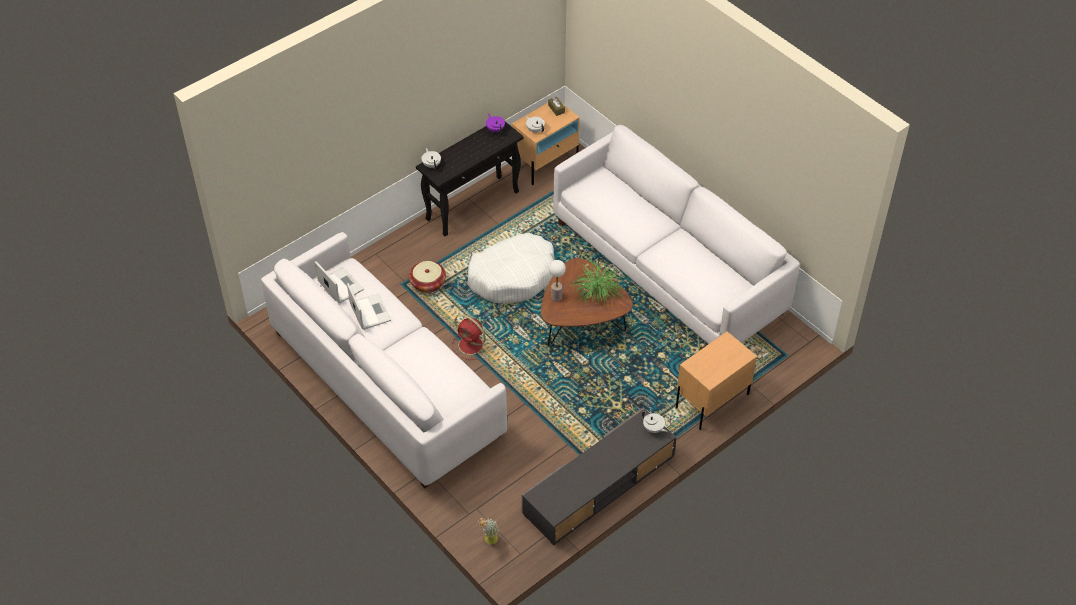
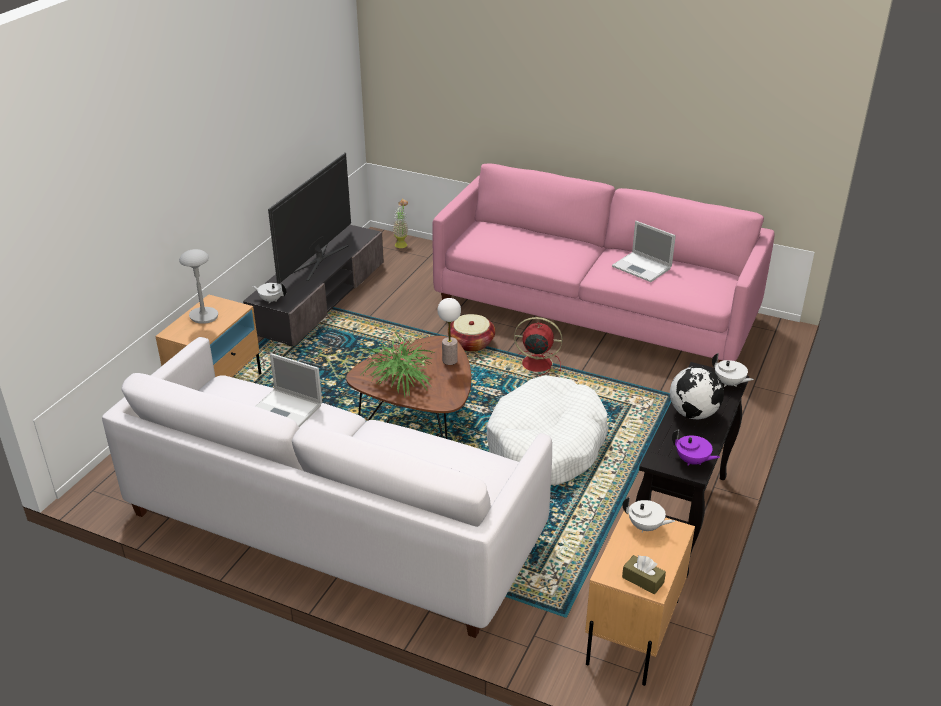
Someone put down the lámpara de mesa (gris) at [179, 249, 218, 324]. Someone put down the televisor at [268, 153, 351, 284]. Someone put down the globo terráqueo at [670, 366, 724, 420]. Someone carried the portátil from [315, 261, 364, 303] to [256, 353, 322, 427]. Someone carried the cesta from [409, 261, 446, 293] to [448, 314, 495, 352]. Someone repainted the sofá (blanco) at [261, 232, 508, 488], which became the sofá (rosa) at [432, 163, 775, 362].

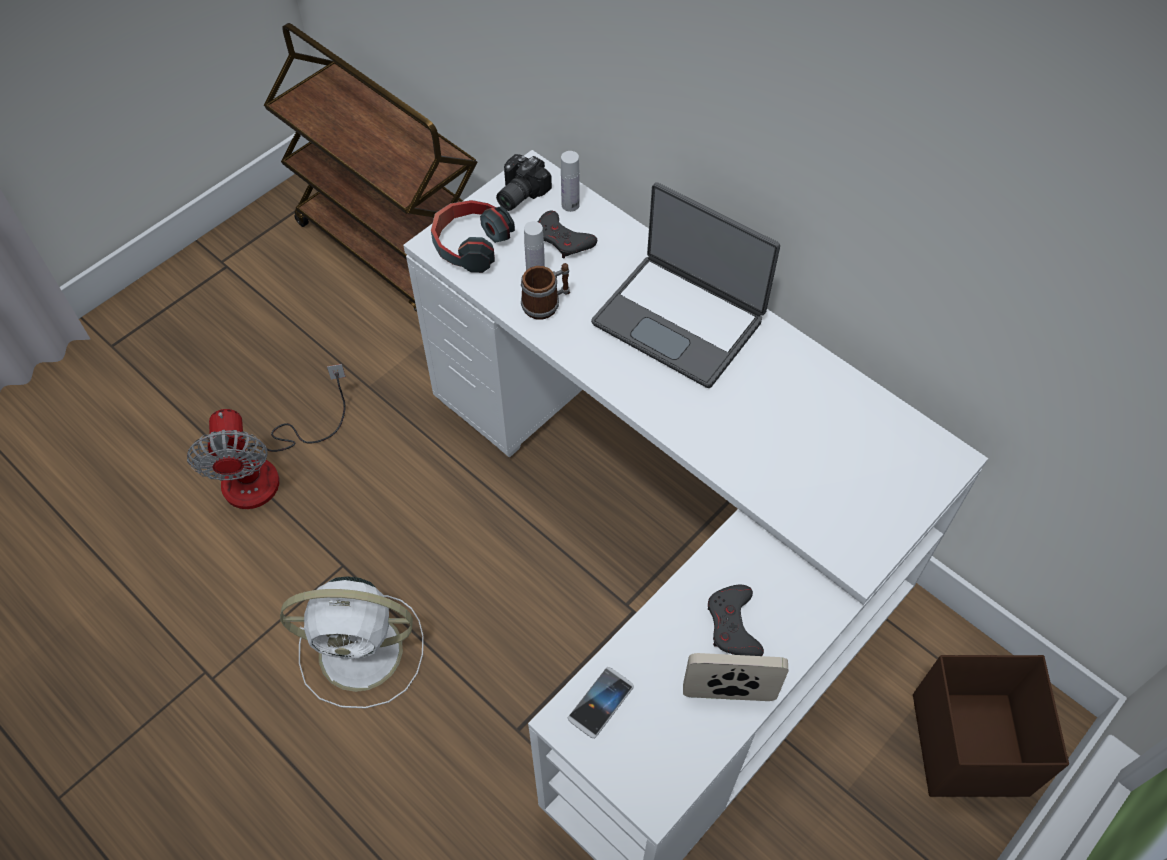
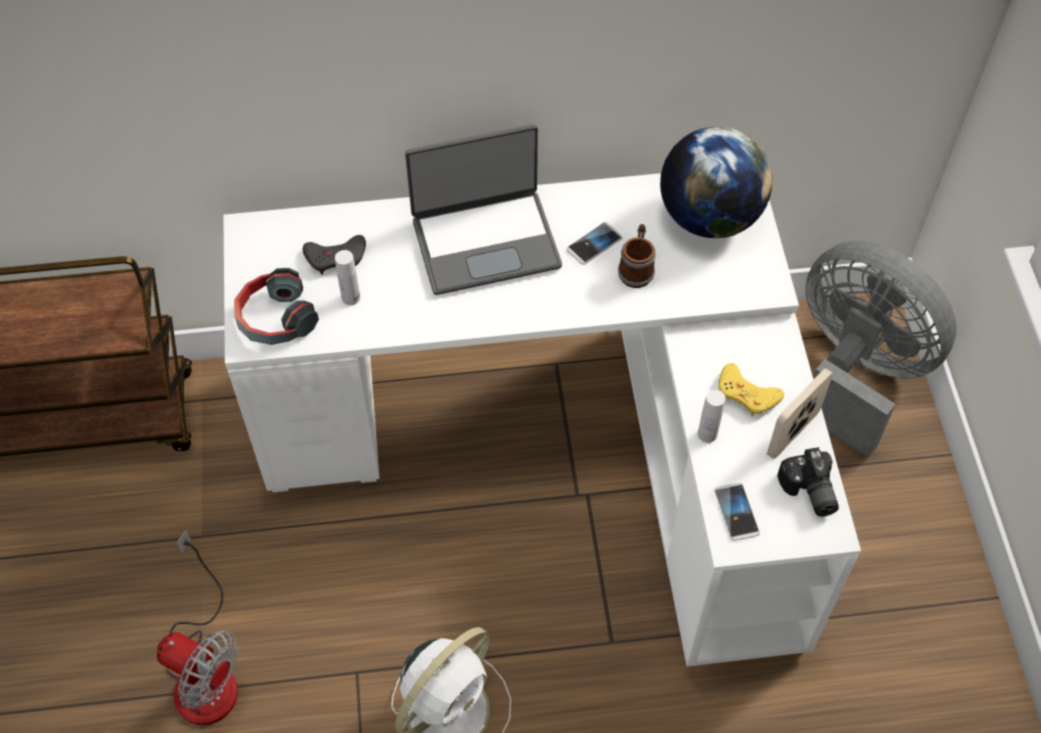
Someone put down the móvil at [567, 222, 623, 265]. Someone put down the globo terráqueo at [660, 126, 772, 238]. Someone carried the cámara from [496, 154, 552, 211] to [777, 447, 839, 517]. Someone carried the taza grande from [521, 263, 570, 320] to [618, 224, 656, 288]. Someone carried the botella (blanco) from [561, 151, 580, 212] to [698, 390, 725, 443]. Someone swapped the caja de almacenaje (marrón) at [913, 655, 1069, 797] for the ventilador (gris) at [805, 241, 957, 458]. Someone repainted the mando de consola (gris) at [708, 585, 764, 656], which became the mando de consola (amarillo) at [718, 363, 784, 417].

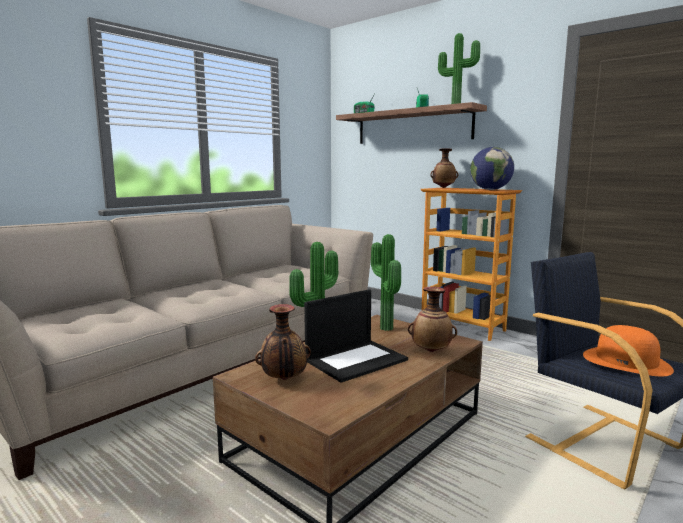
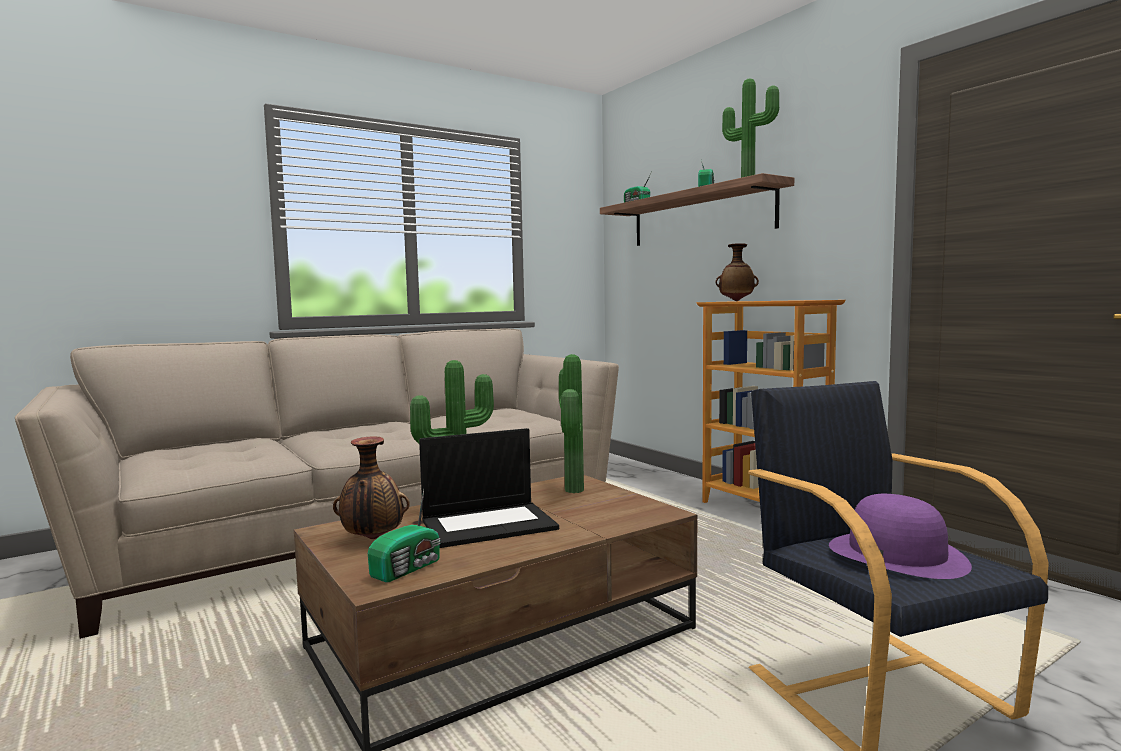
Someone took away the florero at [408, 287, 457, 352]. Someone took away the globo terráqueo at [470, 147, 514, 190]. Someone put down the radio at [368, 489, 440, 582]. Someone repainted the sombrero (naranja) at [583, 325, 674, 376], which became the sombrero (morado) at [829, 494, 972, 579].

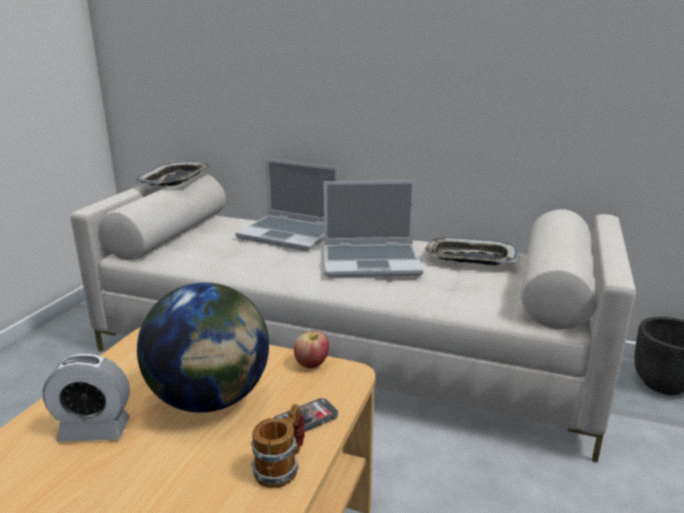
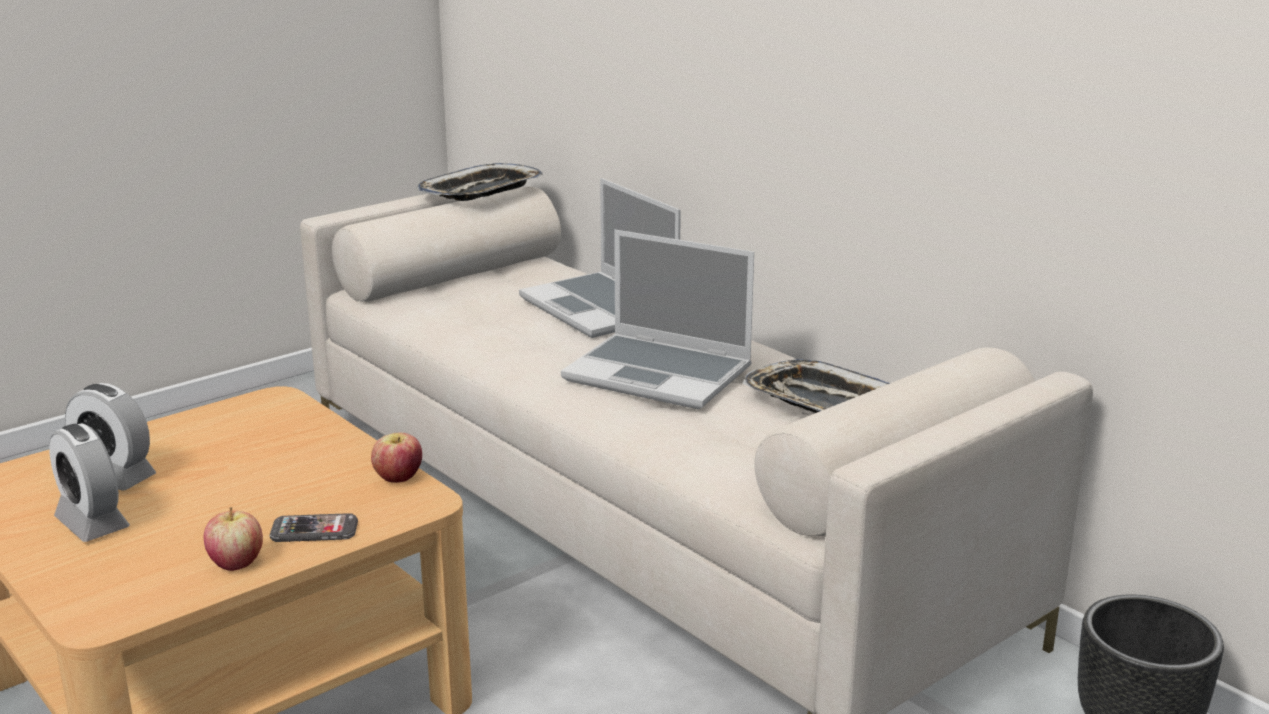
Someone took away the globo terráqueo at [137, 283, 269, 413]. Someone put down the despertador at [49, 423, 130, 542]. Someone swapped the taza grande at [251, 404, 305, 488] for the manzana at [204, 507, 263, 571].

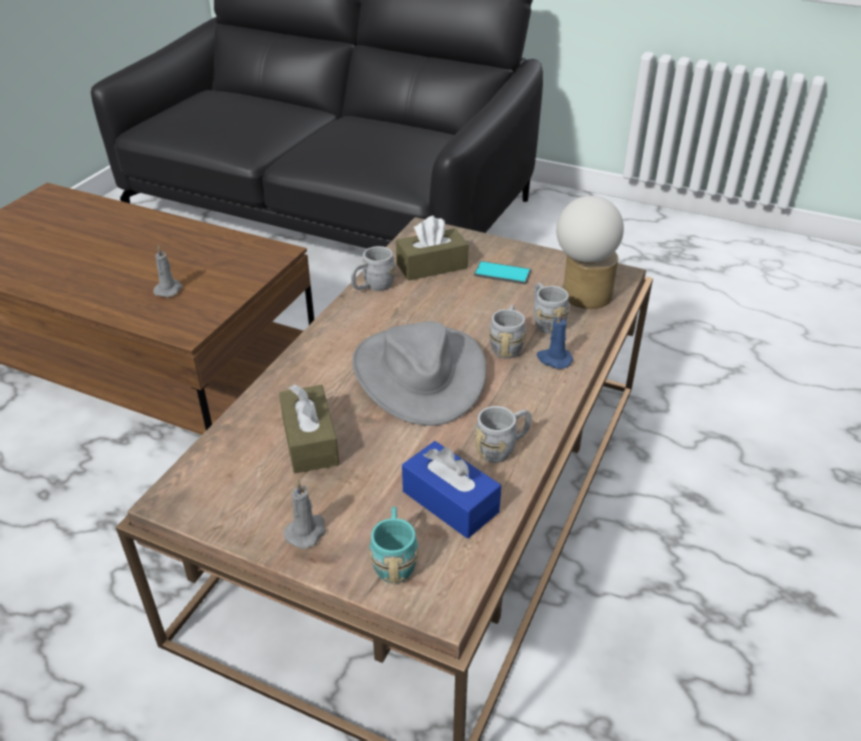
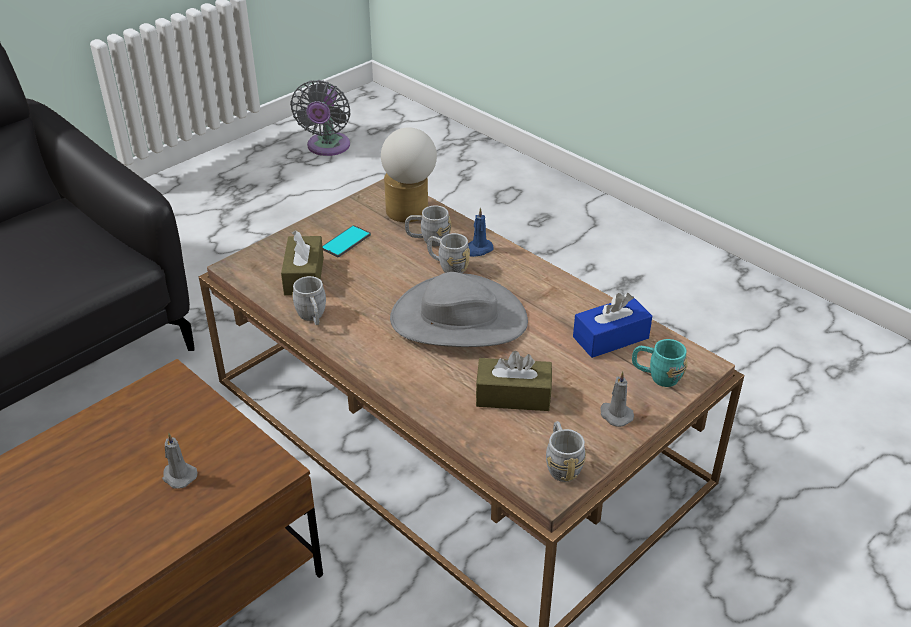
Someone put down the ventilador (gris) at [290, 80, 351, 156]. Someone carried the taza grande (gris) from [474, 406, 532, 463] to [546, 421, 586, 482].

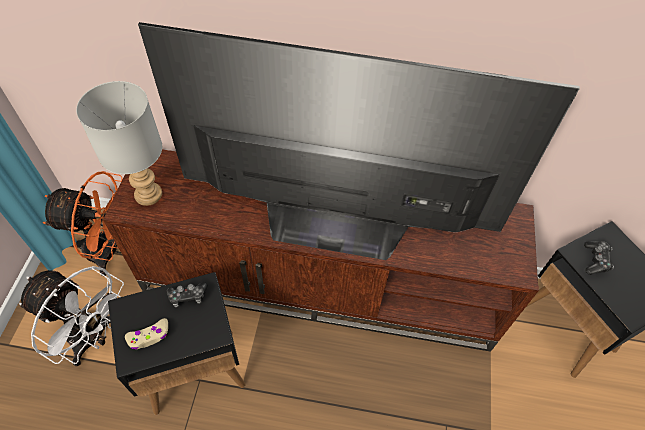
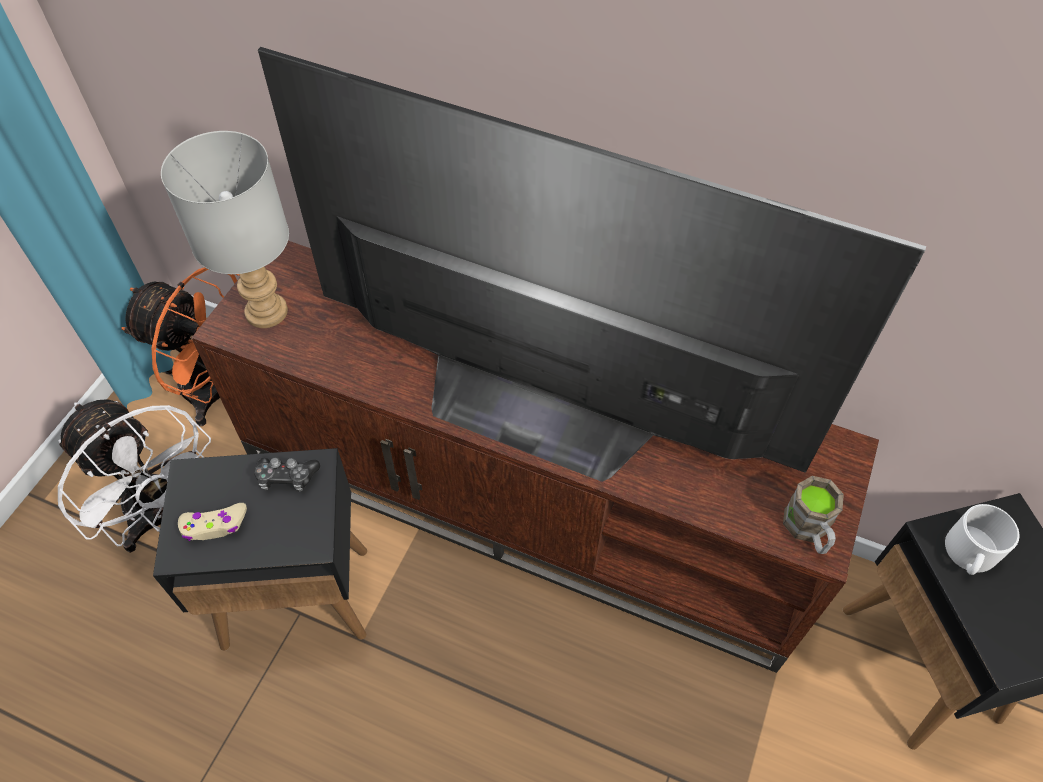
Someone put down the taza grande (marrón) at [783, 476, 844, 554]. Someone swapped the mando de consola at [584, 241, 614, 275] for the taza grande (blanco) at [945, 504, 1019, 575].

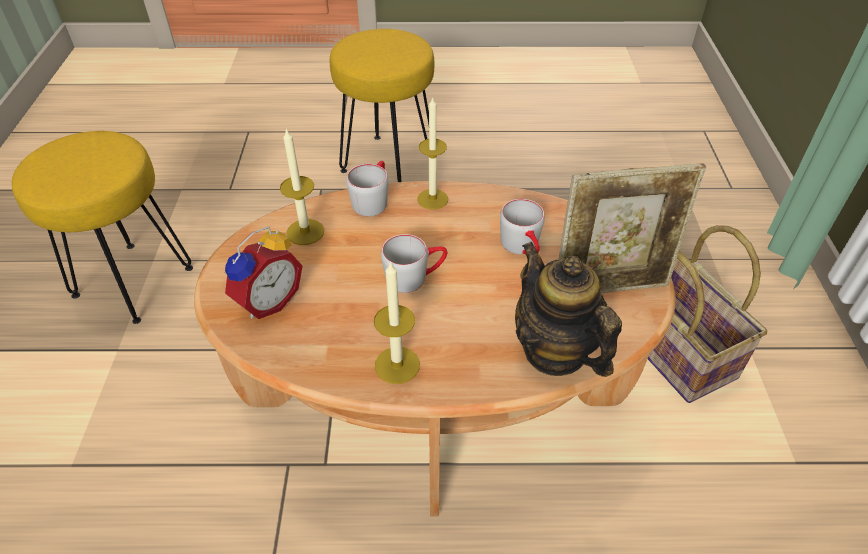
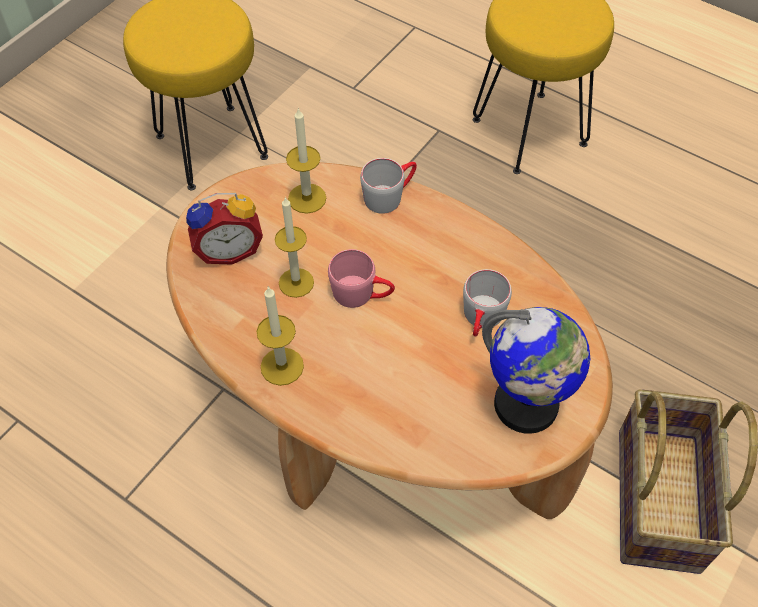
Someone took away the tetera at [515, 242, 622, 377]. Someone carried the vela from [417, 96, 448, 209] to [275, 197, 314, 298]. Someone swapped the portarretratos at [558, 163, 706, 293] for the globo terráqueo at [482, 307, 590, 434]. Someone repainted the taza grande (gris) at [381, 234, 447, 293], which became the taza grande (rosa) at [328, 249, 395, 308].

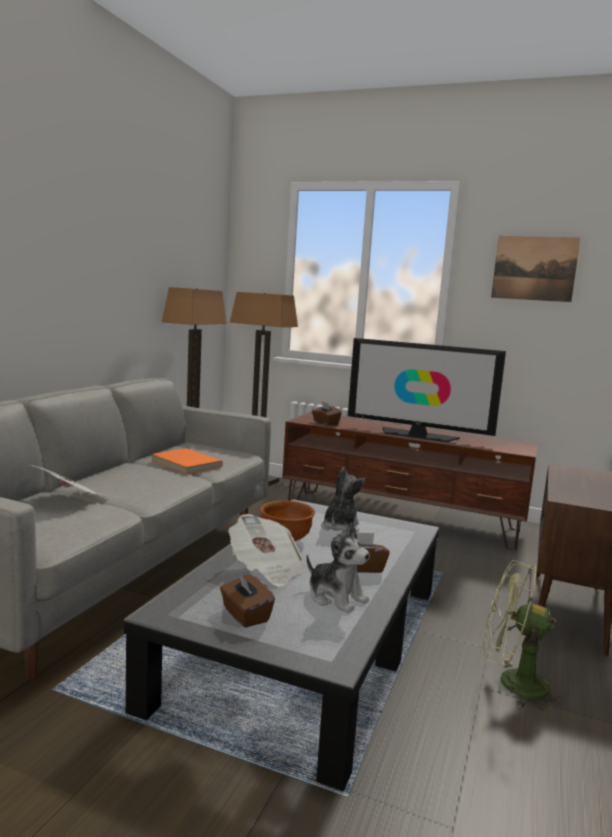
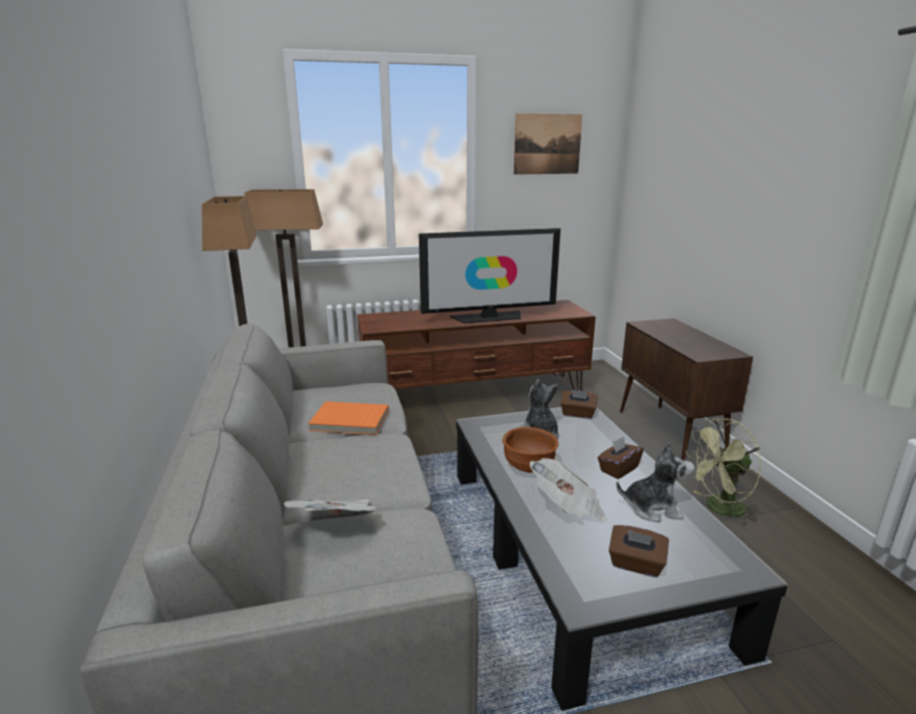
Someone carried the caja de pañuelos (marrón) from [312, 402, 342, 426] to [560, 390, 598, 419].

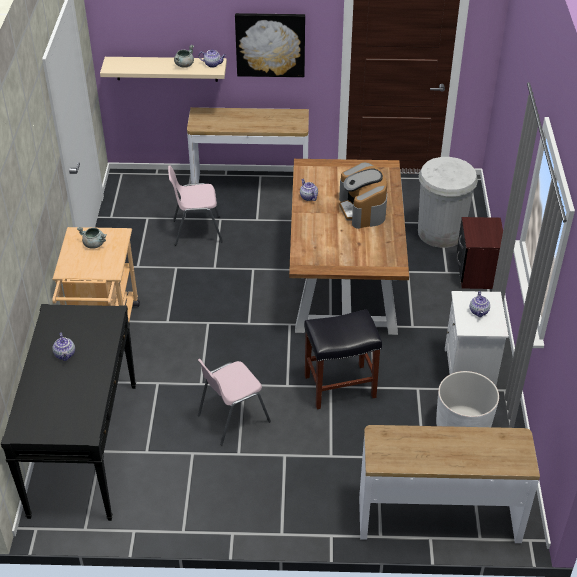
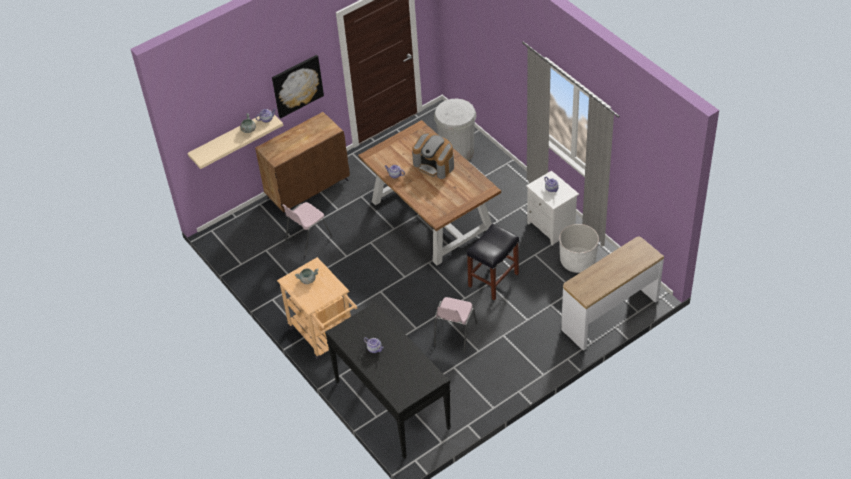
Someone took away the mesita de noche (marrón) at [457, 217, 503, 289]. Someone swapped the mesa consola at [187, 107, 309, 184] for the armario (marrón) at [255, 112, 350, 216].

